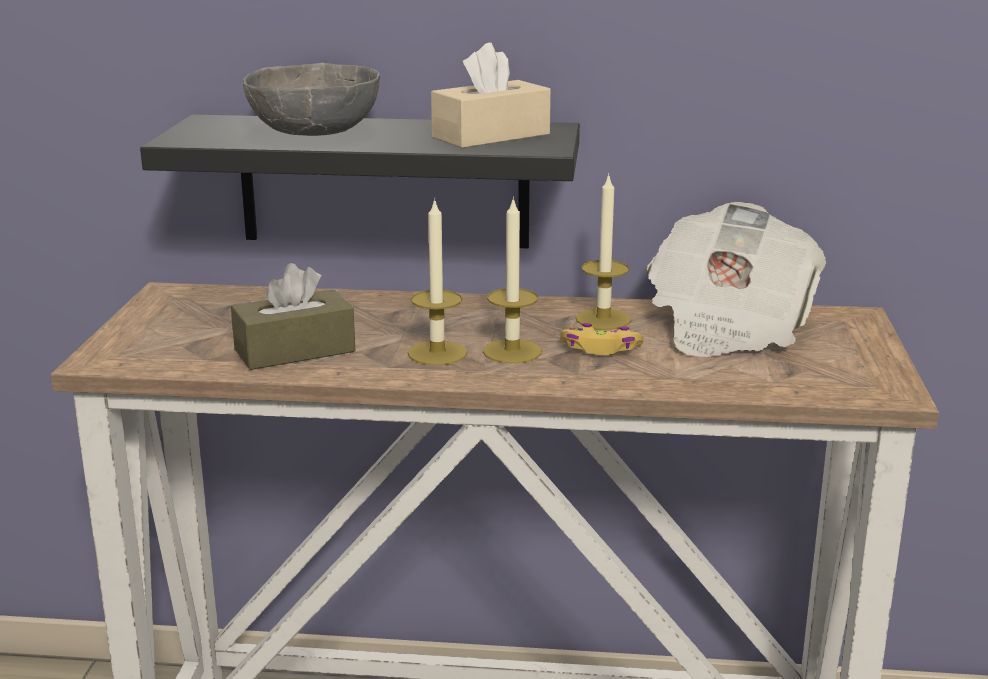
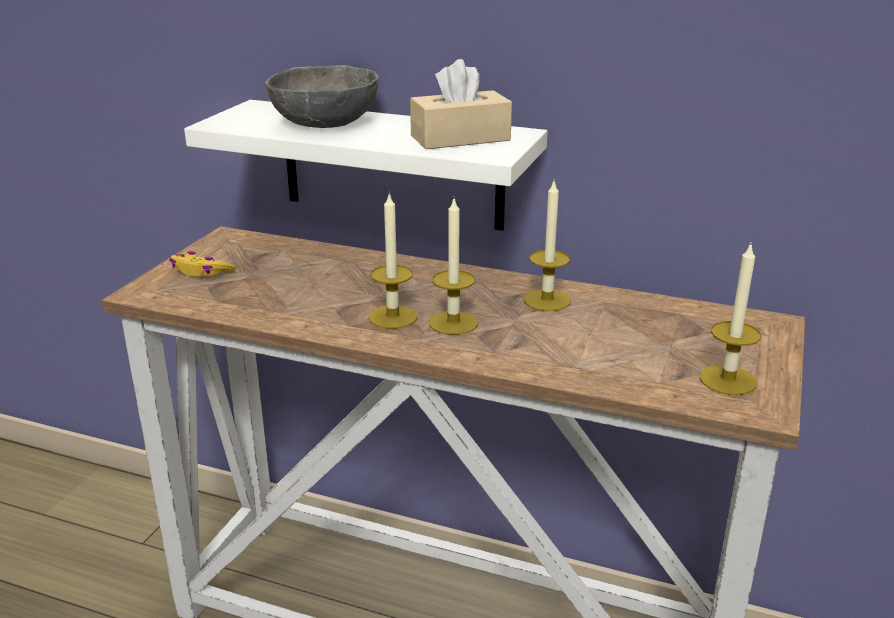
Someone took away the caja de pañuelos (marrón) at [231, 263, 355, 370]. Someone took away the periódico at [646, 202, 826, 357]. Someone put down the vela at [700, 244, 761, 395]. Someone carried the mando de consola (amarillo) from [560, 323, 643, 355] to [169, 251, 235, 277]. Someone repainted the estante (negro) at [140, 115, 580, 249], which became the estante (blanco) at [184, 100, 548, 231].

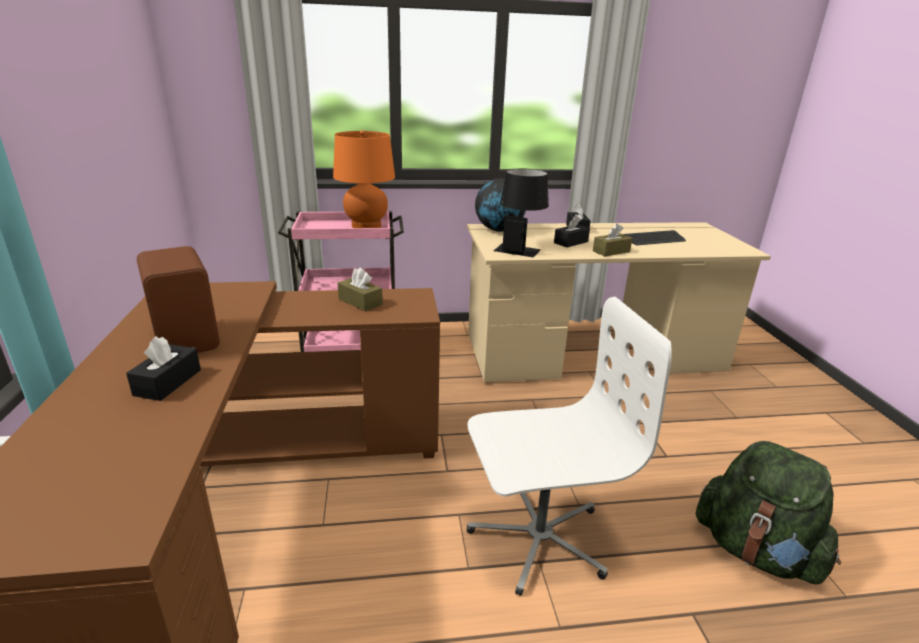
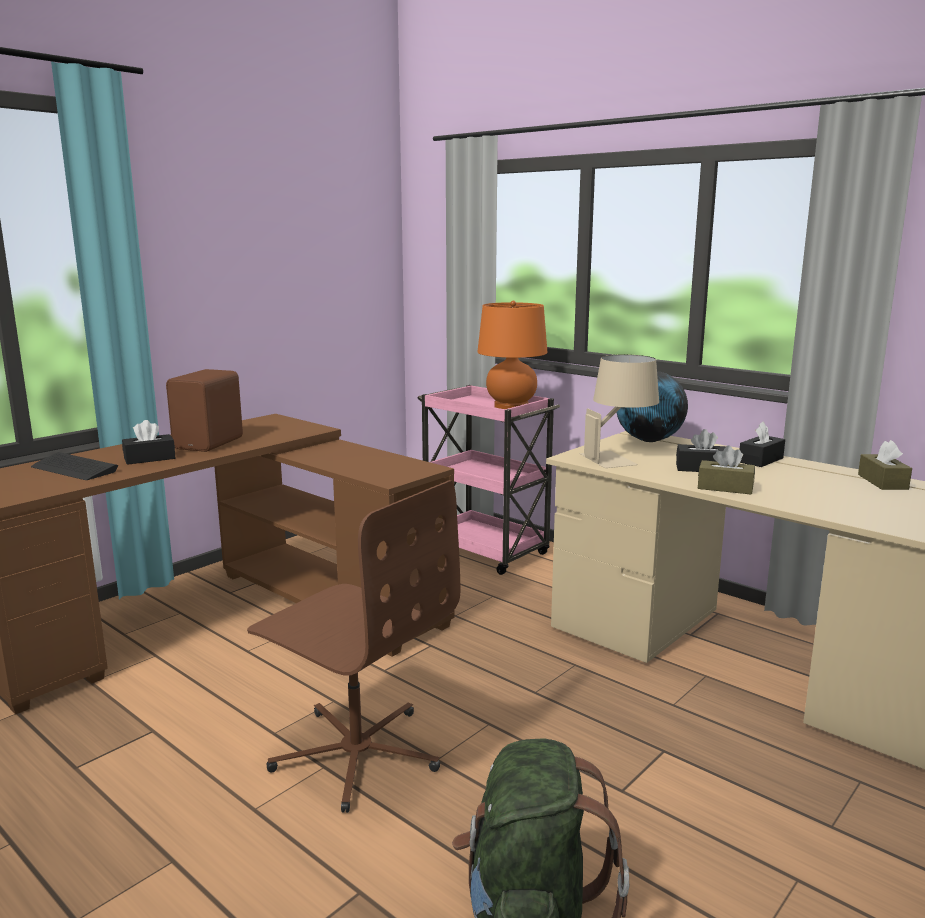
Someone carried the caja de pañuelos (marrón) from [338, 268, 383, 312] to [858, 440, 912, 490]. Someone carried the teclado from [623, 230, 686, 245] to [31, 452, 118, 480]. Someone repainted the silla de oficina (blanco) at [467, 297, 672, 596], which became the silla de oficina (marrón) at [247, 480, 460, 813]. Someone repainted the lámpara de mesa (negro) at [494, 168, 549, 257], which became the lámpara de mesa (beis) at [580, 354, 659, 468].

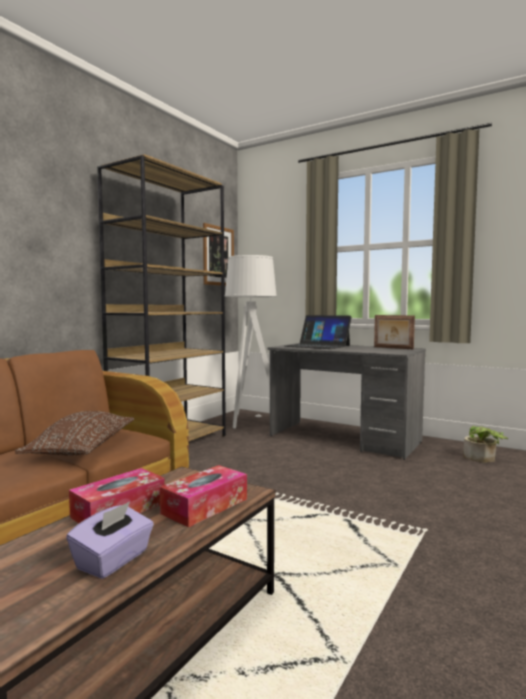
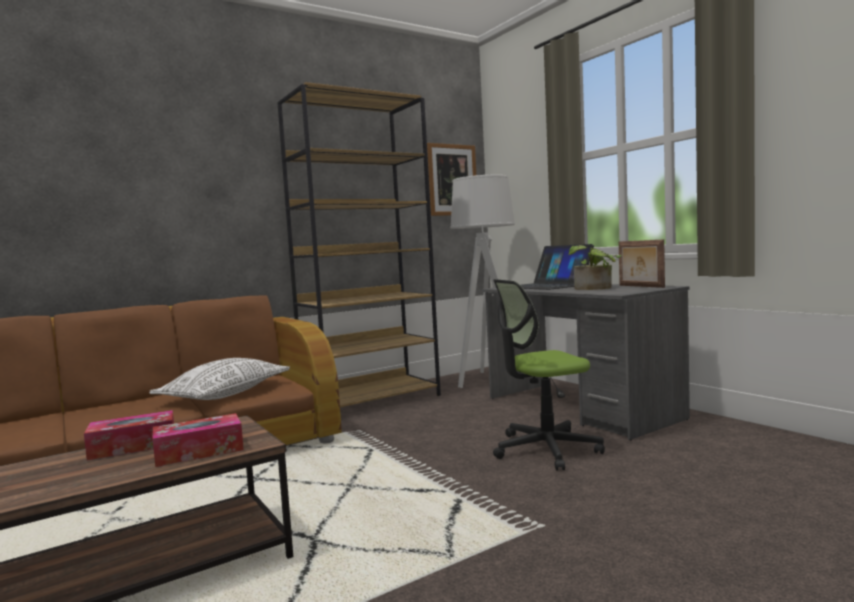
Someone took away the caja de pañuelos (morado) at [66, 501, 154, 579]. Someone put down the silla de oficina at [493, 279, 605, 471]. Someone carried the planta en maceta from [463, 426, 508, 463] to [568, 245, 621, 290]. Someone repainted the cojín (marrón) at [15, 411, 134, 455], which became the cojín (blanco) at [150, 358, 290, 400].

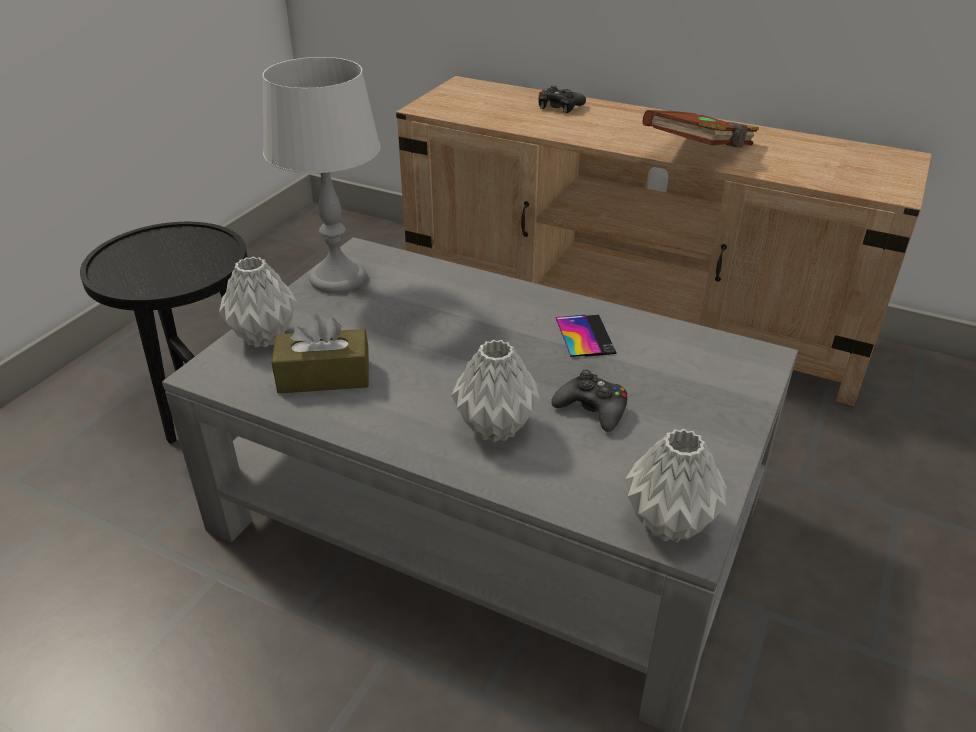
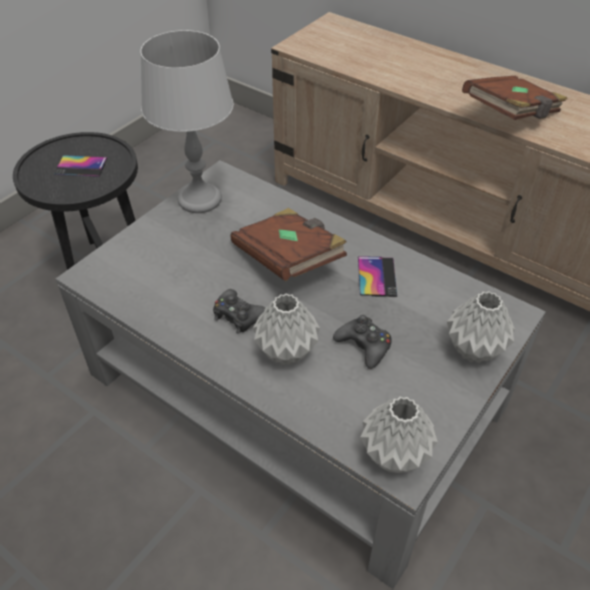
Someone took away the caja de pañuelos (marrón) at [271, 314, 369, 393]. Someone put down the móvil at [54, 155, 107, 177]. Someone put down the libro (marrón) at [230, 208, 347, 281]. Someone carried the florero (gris) from [219, 256, 297, 348] to [447, 291, 515, 363]. Someone carried the mando de consola (negro) from [538, 85, 586, 113] to [213, 289, 265, 334].

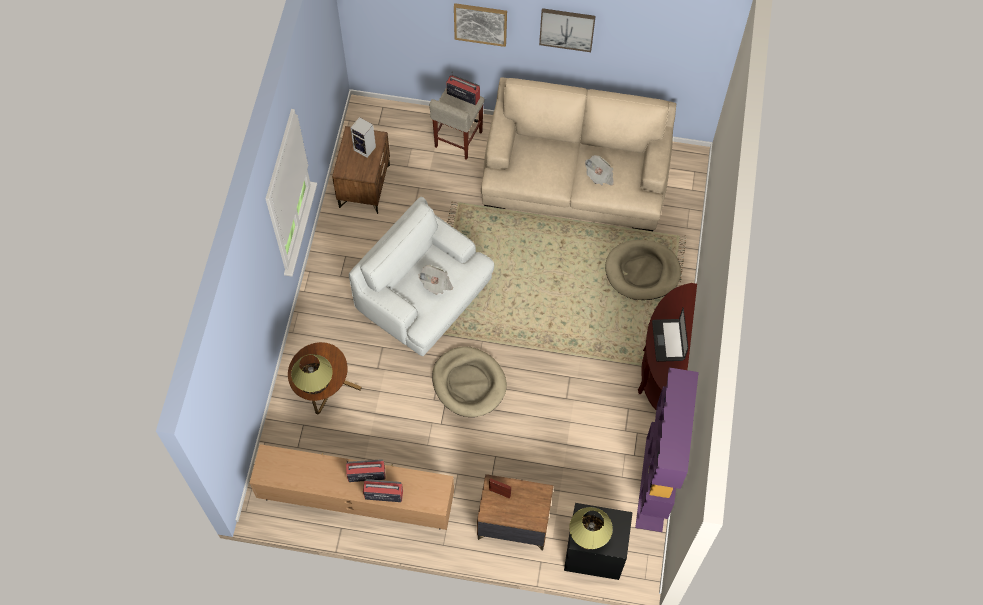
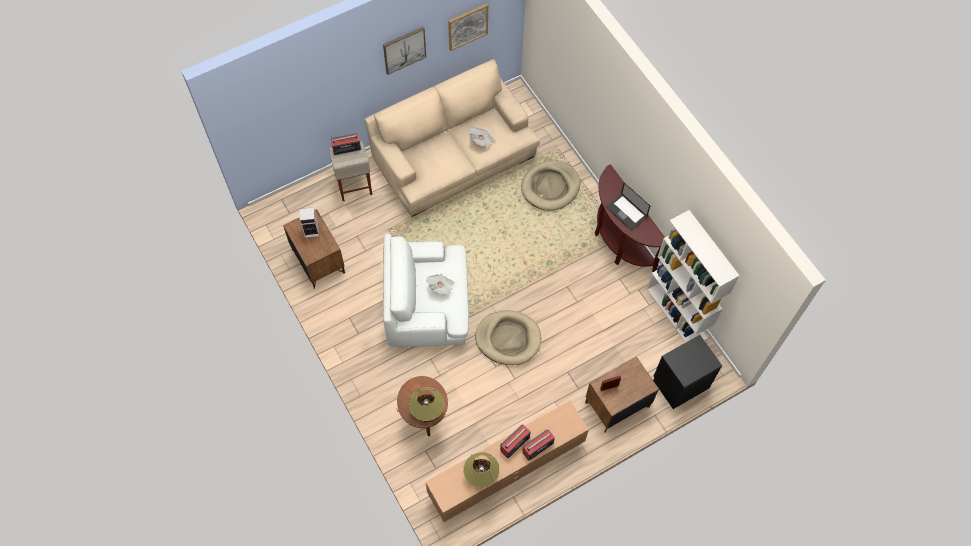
Someone carried the cuadro from [454, 3, 507, 47] to [448, 3, 488, 51]. Someone carried the lámpara de mesa from [569, 507, 613, 550] to [463, 452, 500, 488]. Someone repainted the estantería (morado) at [635, 367, 699, 532], which became the estantería (blanco) at [647, 210, 740, 343].

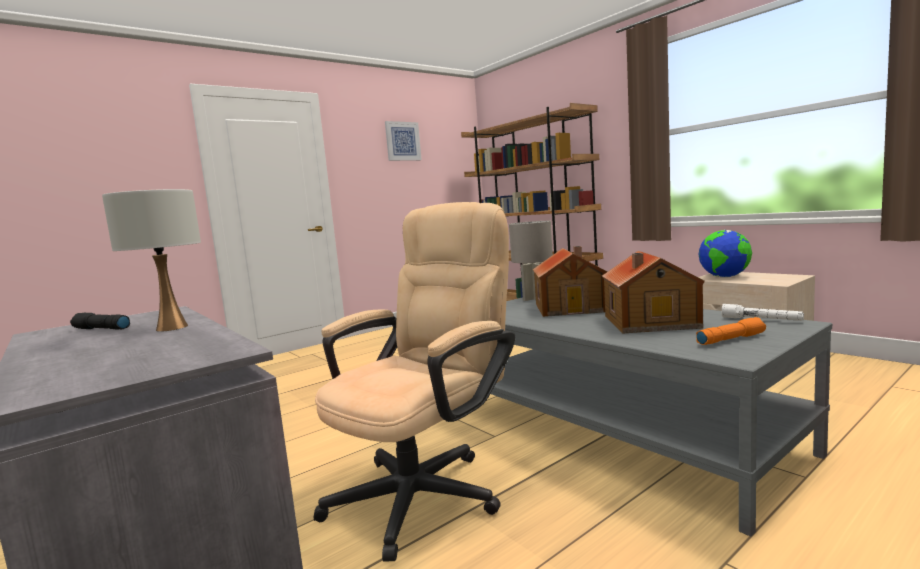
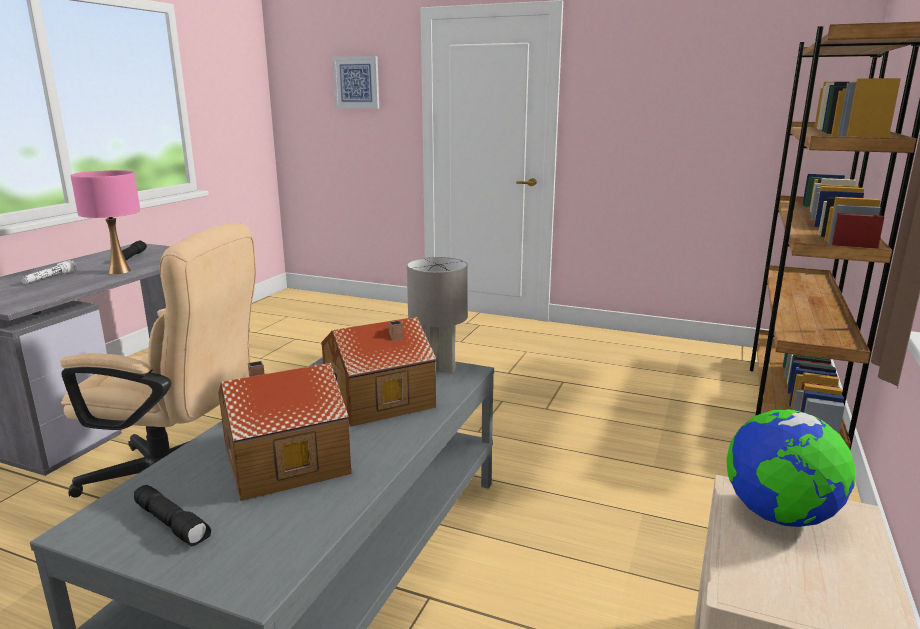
Someone carried the cuadro from [385, 121, 422, 161] to [333, 56, 379, 109]. Someone carried the linterna (blanco) from [721, 304, 804, 321] to [21, 260, 76, 284]. Someone repainted the lámpara de mesa (blanco) at [102, 189, 201, 332], which became the lámpara de mesa (rosa) at [71, 170, 140, 274]. Someone repainted the linterna (naranja) at [696, 317, 766, 345], which became the linterna (negro) at [134, 485, 211, 546].

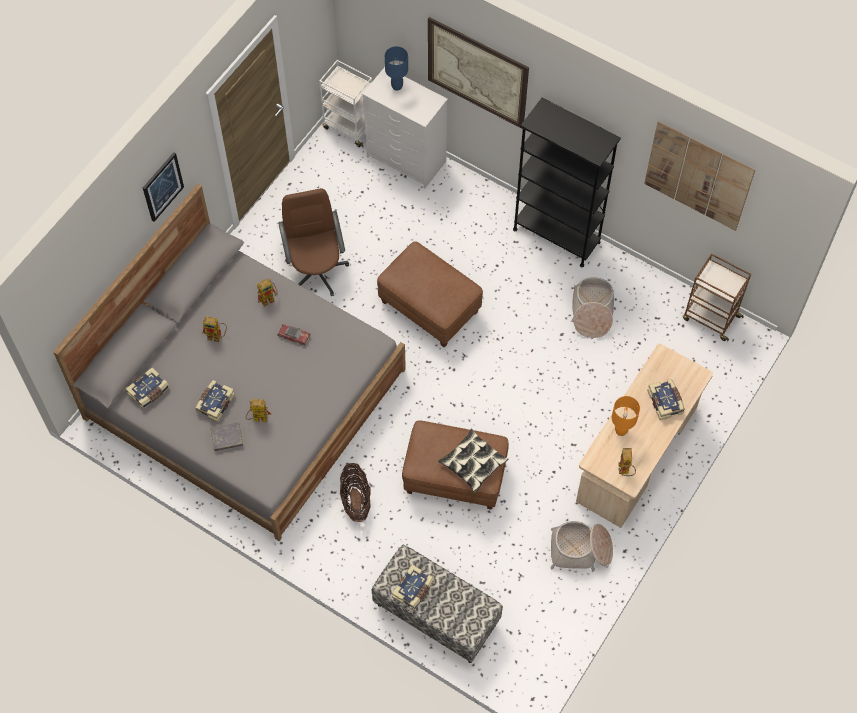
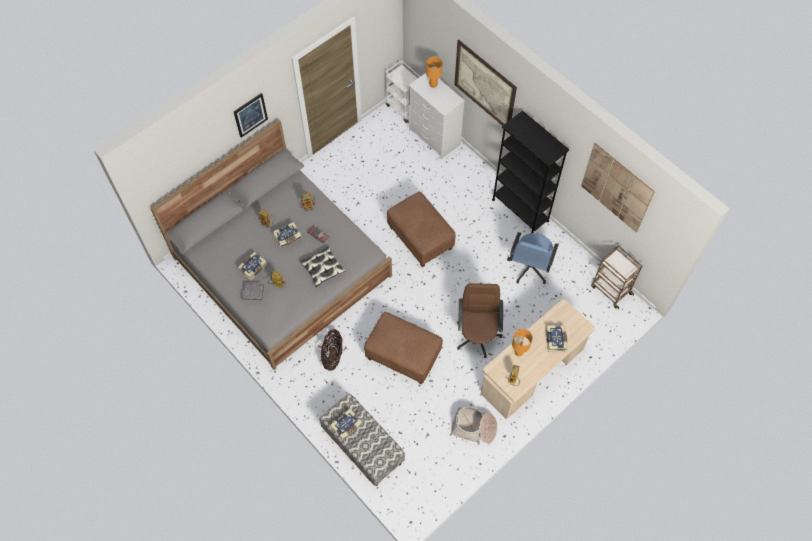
Someone carried the libro from [126, 367, 169, 409] to [273, 222, 302, 247]. Someone carried the silla de oficina (marrón) from [278, 188, 349, 296] to [457, 283, 503, 358]. Someone carried the cojín from [438, 428, 509, 493] to [300, 246, 346, 287]. Someone swapped the cesta at [572, 277, 614, 338] for the silla de oficina (azul) at [507, 232, 558, 284]. Someone repainted the lámpara de mesa (azul) at [385, 46, 408, 91], which became the lámpara de mesa (naranja) at [426, 57, 442, 88].

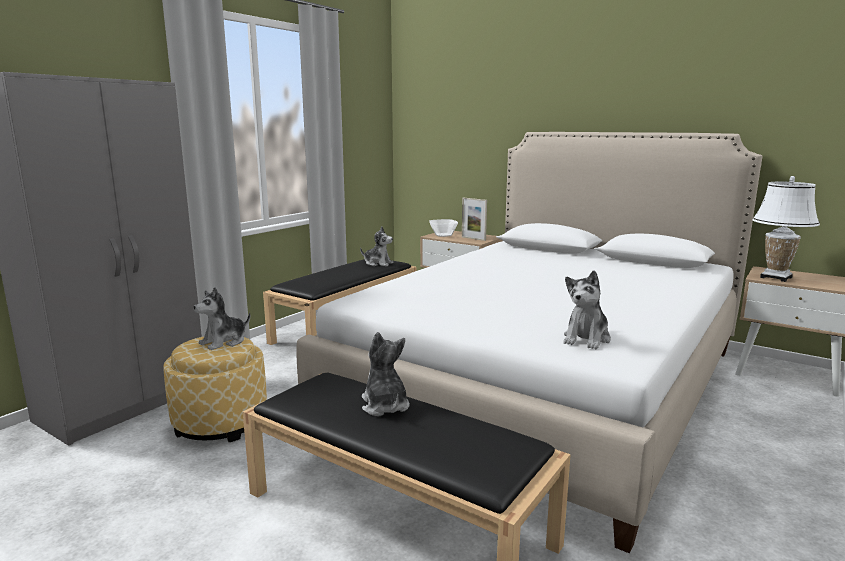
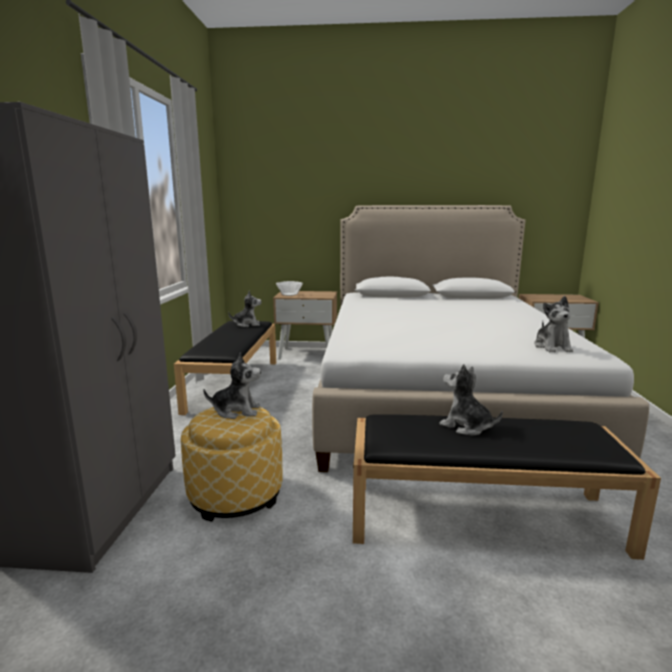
Someone took away the portarretratos at [462, 198, 487, 241]. Someone took away the lámpara de mesa (blanco) at [752, 176, 820, 282]. Someone rotated the peluche at [194, 287, 250, 350] by 105 degrees counterclockwise.

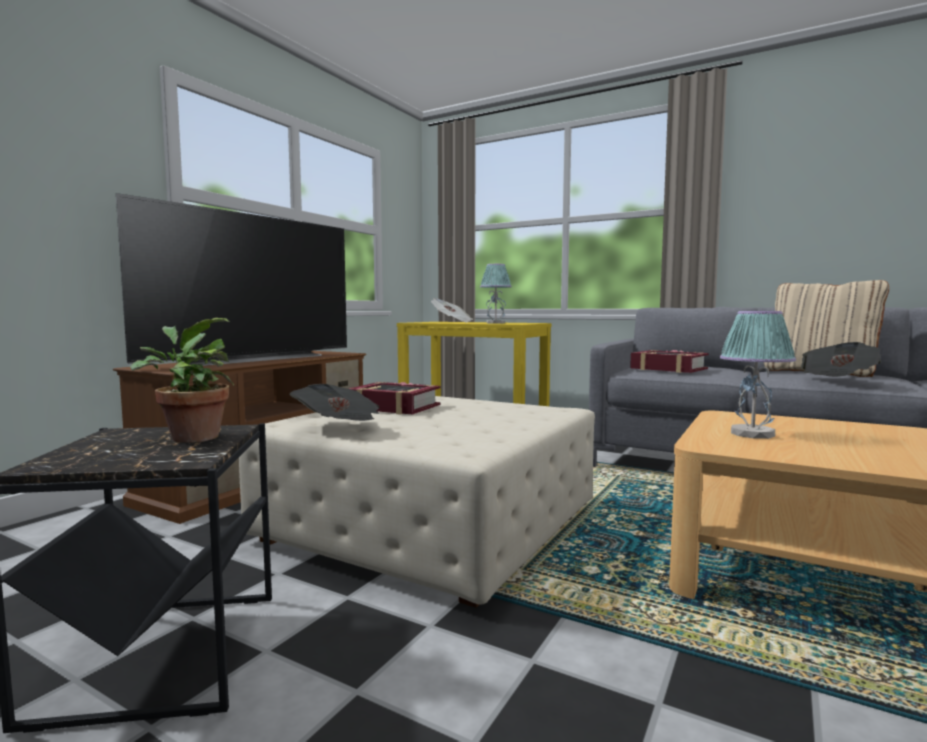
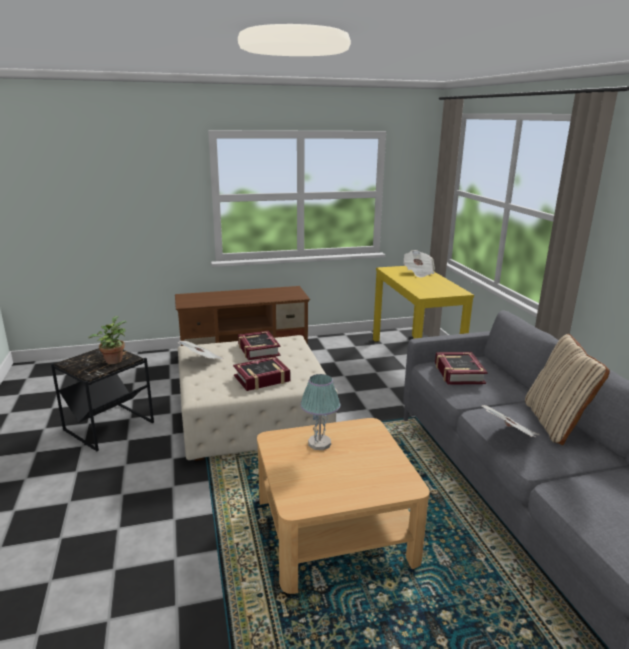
Someone took away the televisor at [116, 193, 347, 366]. Someone took away the lámpara de mesa at [480, 264, 512, 323]. Someone put down the libro at [233, 356, 290, 391].

